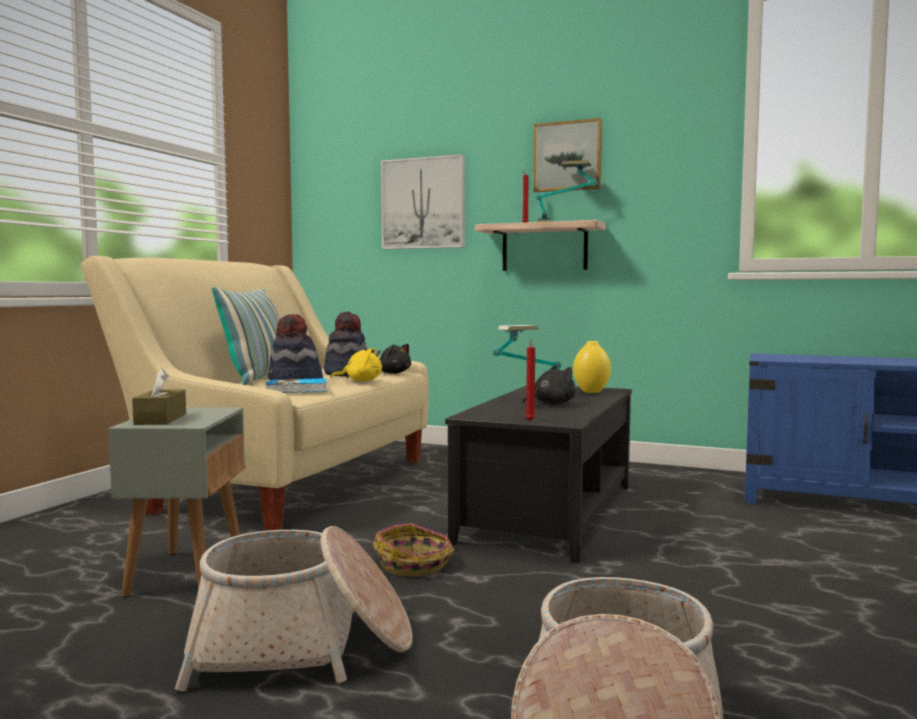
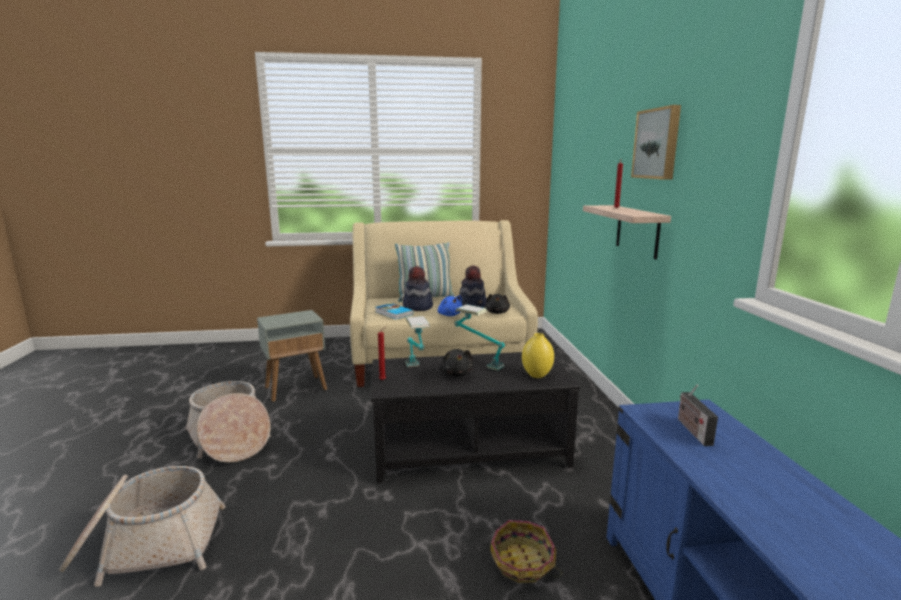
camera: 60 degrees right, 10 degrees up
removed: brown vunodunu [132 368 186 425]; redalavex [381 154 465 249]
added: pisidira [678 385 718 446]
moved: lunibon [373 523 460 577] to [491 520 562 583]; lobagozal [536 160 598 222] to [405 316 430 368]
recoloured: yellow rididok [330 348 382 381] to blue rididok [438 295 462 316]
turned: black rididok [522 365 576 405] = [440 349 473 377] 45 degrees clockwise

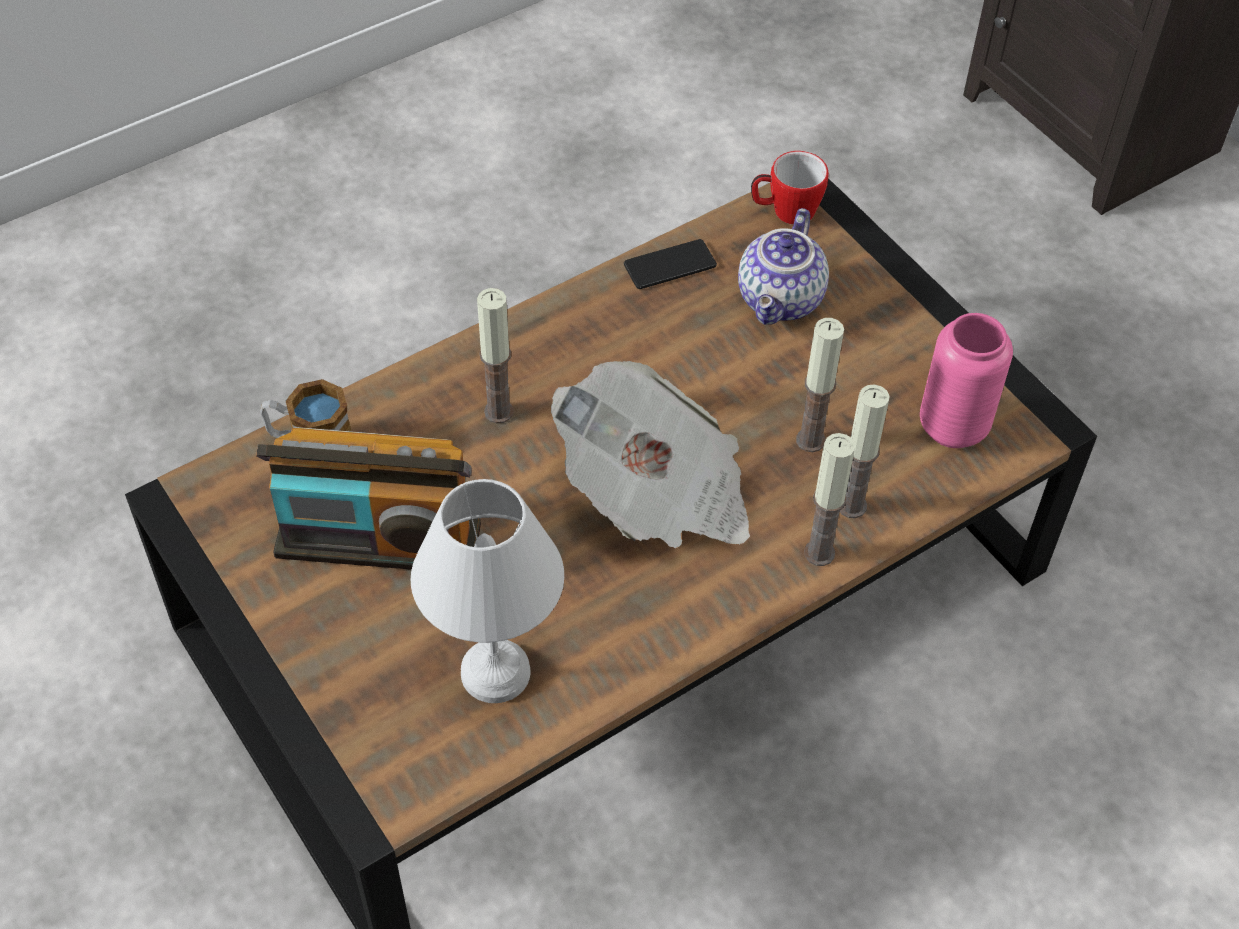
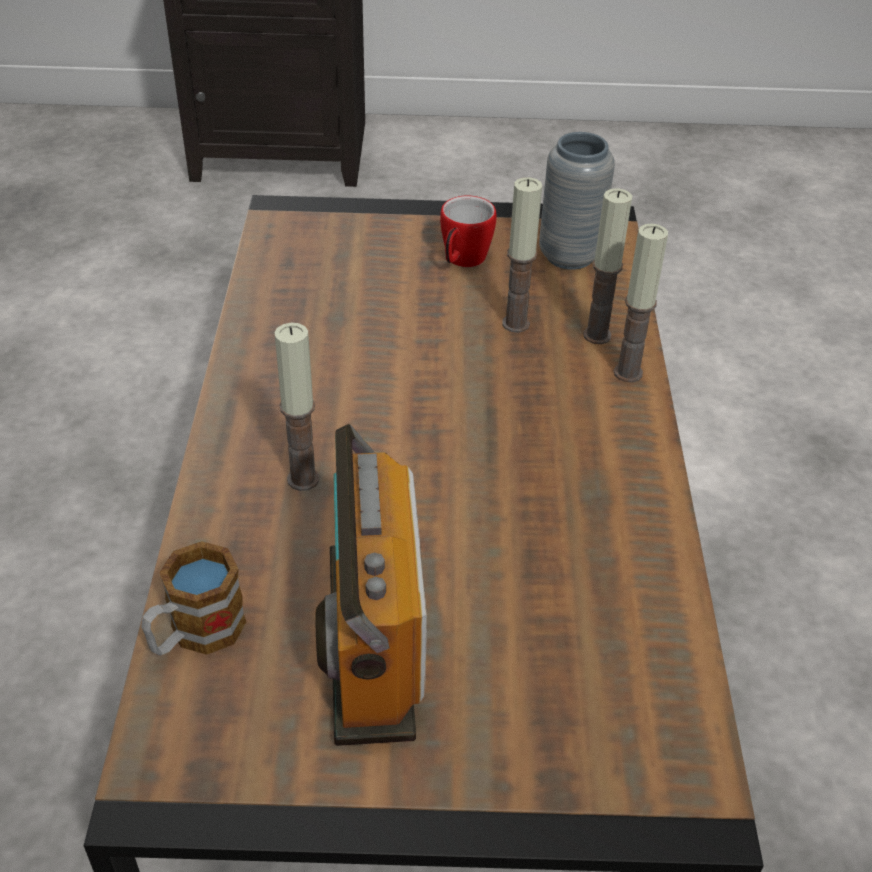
camera: 55 degrees left, 10 degrees down
removed: white lobagozal [411 479 564 703]; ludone [551 361 750 548]; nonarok [624 239 717 289]; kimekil [738 208 829 324]
moved: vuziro [751 151 829 225] to [440 196 497 267]
recoloured: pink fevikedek [920 313 1013 448] to grey fevikedek [539 132 615 270]
turned: pisidira [256 427 481 570] = [315 424 427 746] 135 degrees clockwise

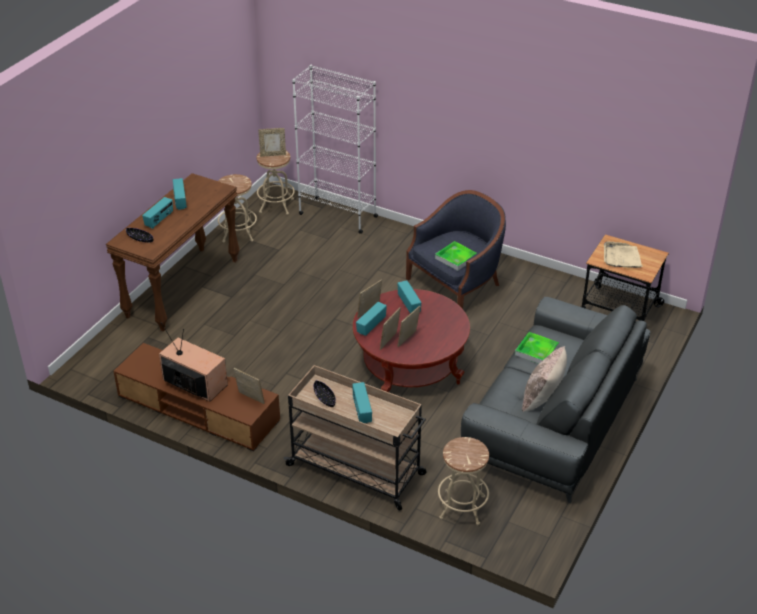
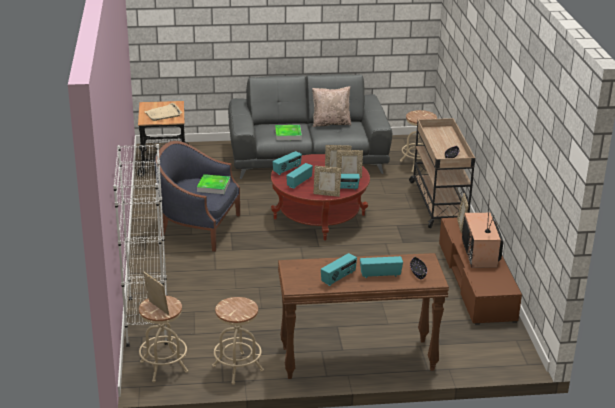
camera: 125 degrees left, 10 degrees down
moved: pisidira [352 382 372 423] to [272 151 302 175]

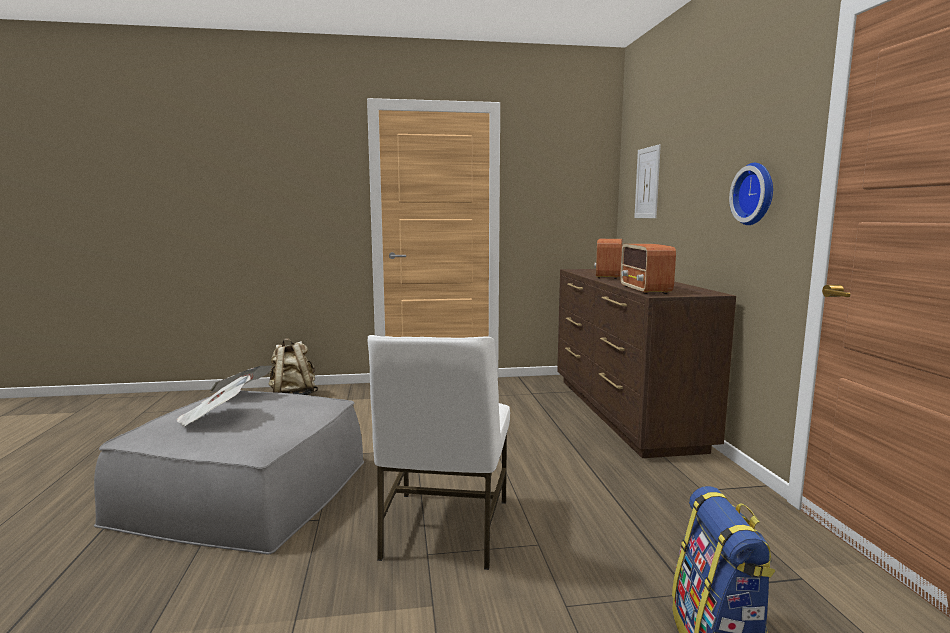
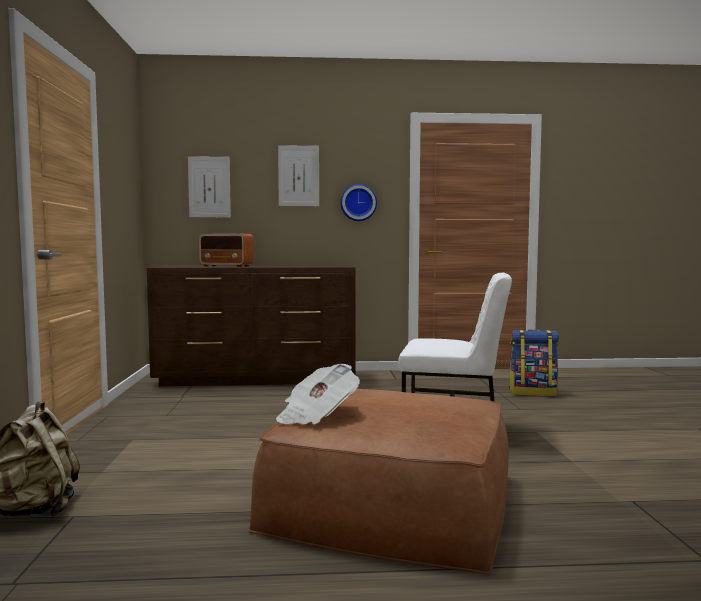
camera: 85 degrees left, 5 degrees down
removed: ludone [177 375 251 427]; pisidira [620 244 676 294]
added: redalavex [278 145 319 206]
recoloured: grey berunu [94 390 364 555] to brown berunu [248 389 509 575]

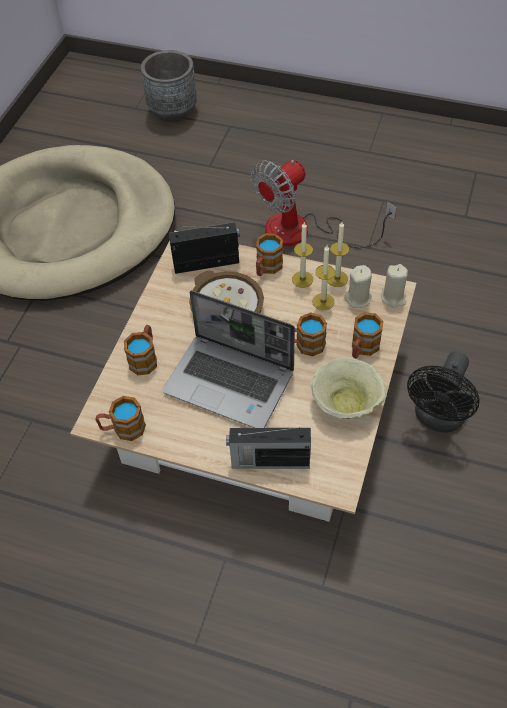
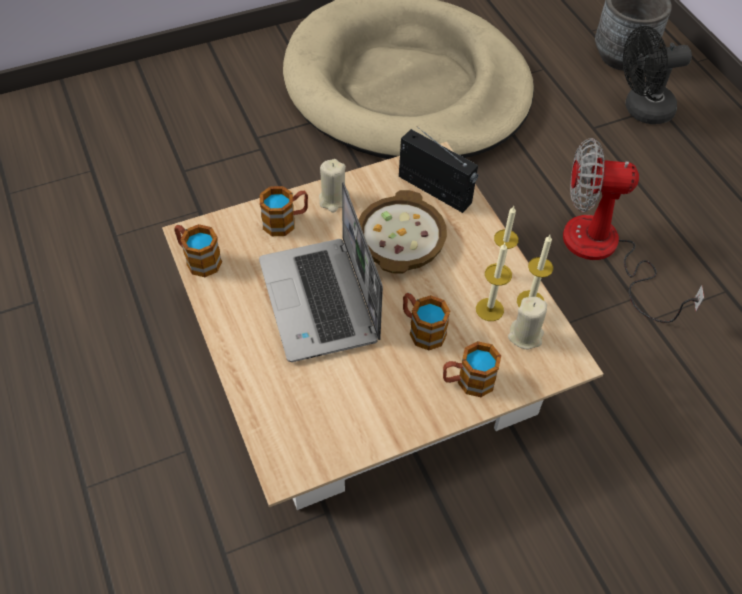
camera: 45 degrees right, 0 degrees up
removed: pisidira [226 427 311 469]; vuziro [256 233 283 276]; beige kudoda [311 358 387 419]
moved: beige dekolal [381 264 408 308] to [319 159 350 212]; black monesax [407 352 480 433] to [623 26 692 124]

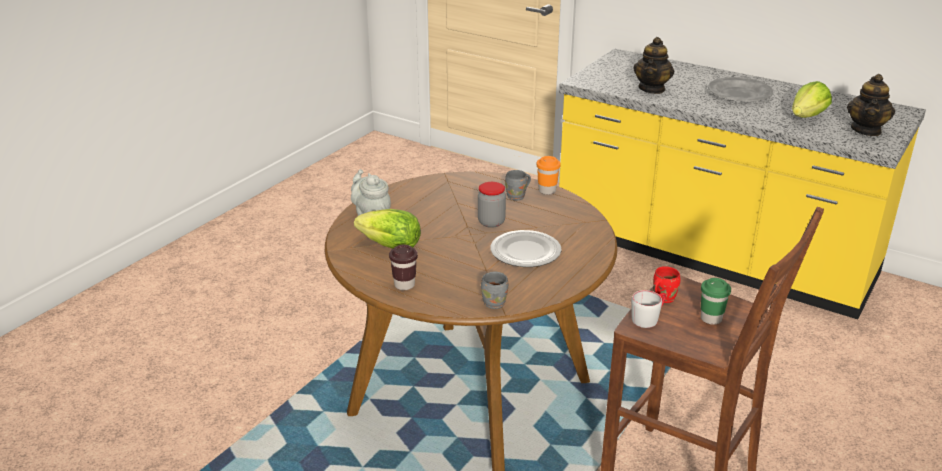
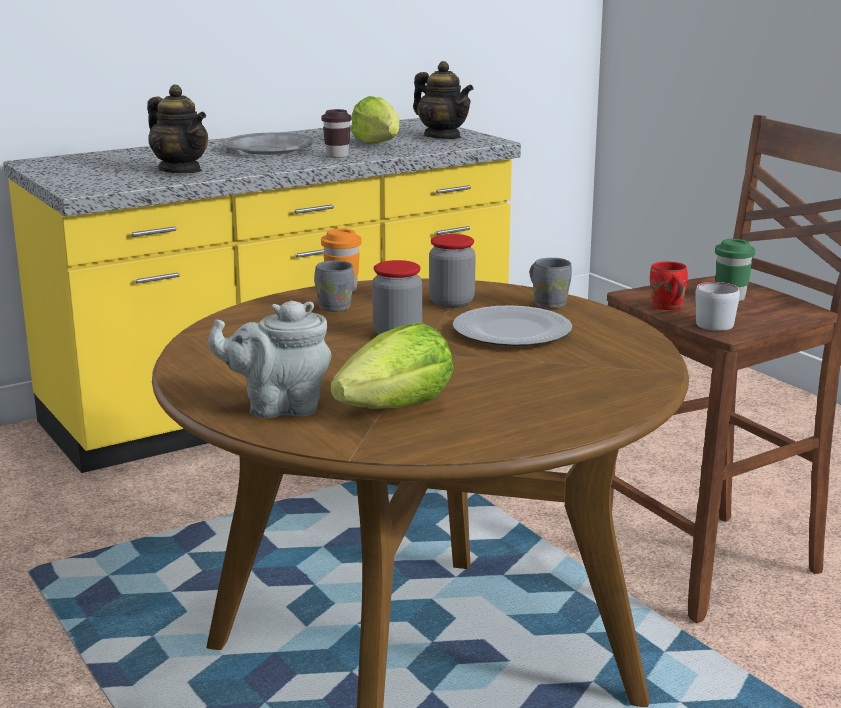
camera: 65 degrees left, 10 degrees down
added: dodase [429 234 476 308]
moved: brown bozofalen [389 245 418 290] to [321 109 352 158]; grey vuziro [481 272 508 309] to [529 258 572 309]

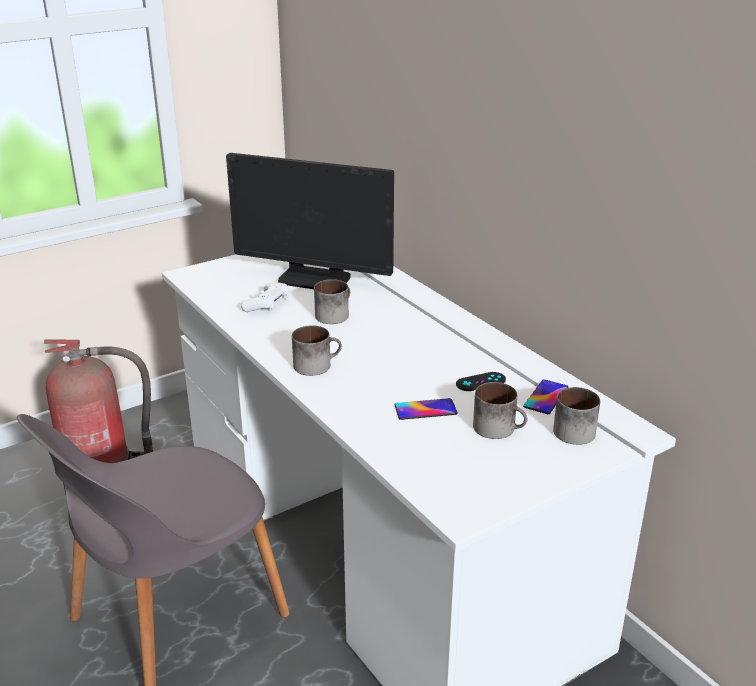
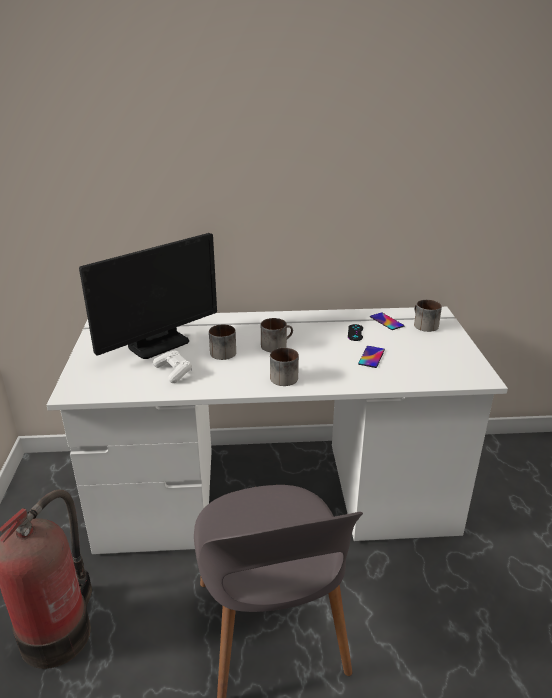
camera: 60 degrees left, 0 degrees up
moved: vuziro [473 382 527 439] to [261 318 293 352]

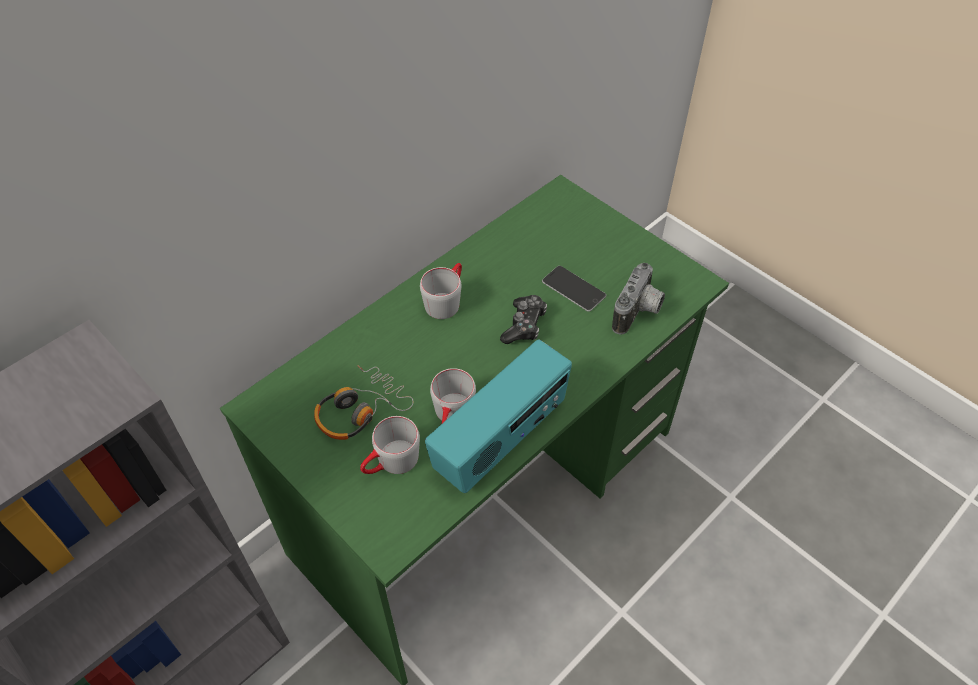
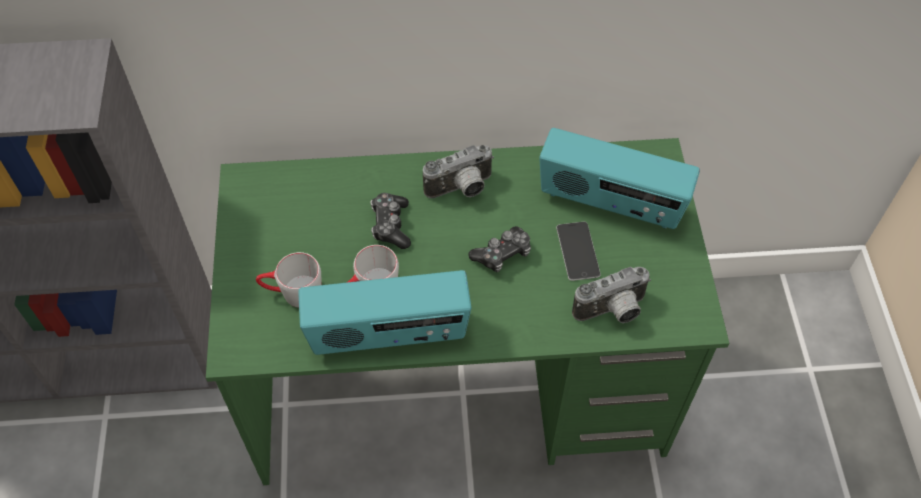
camera: 40 degrees right, 5 degrees up
removed: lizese [314 365 414 440]
added: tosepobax [370 193 411 249]; pisidira [539 128 700 229]
replaced: grey vuziro [420 263 462 319] to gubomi [423 145 494 198]

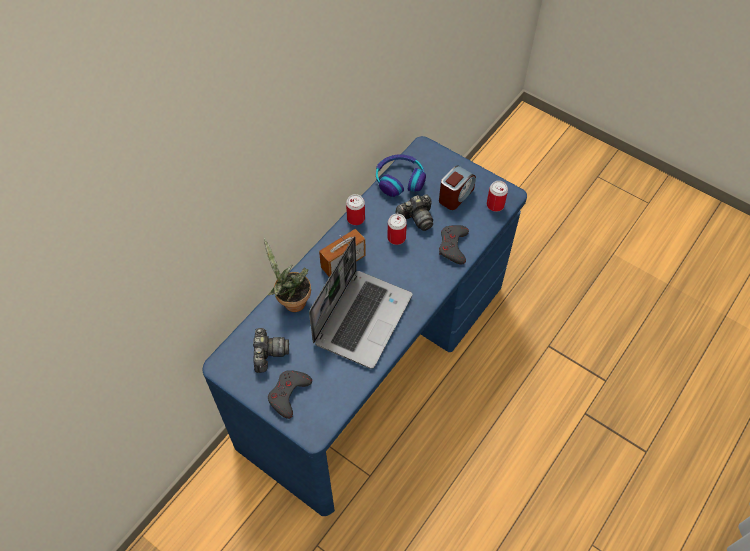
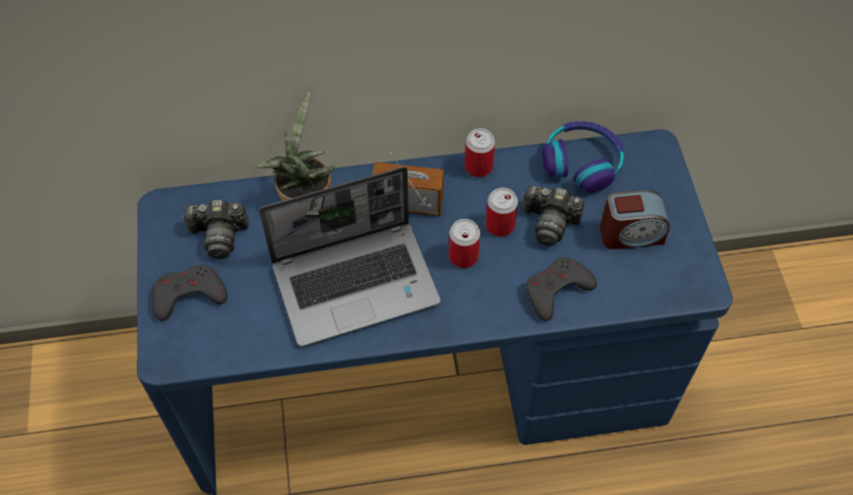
camera: 45 degrees right, 0 degrees up
moved: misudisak [487 181 508 212] to [448 219 480 268]
turned: gubomi [253 328 289 373] = [182 200 249 259] 45 degrees clockwise

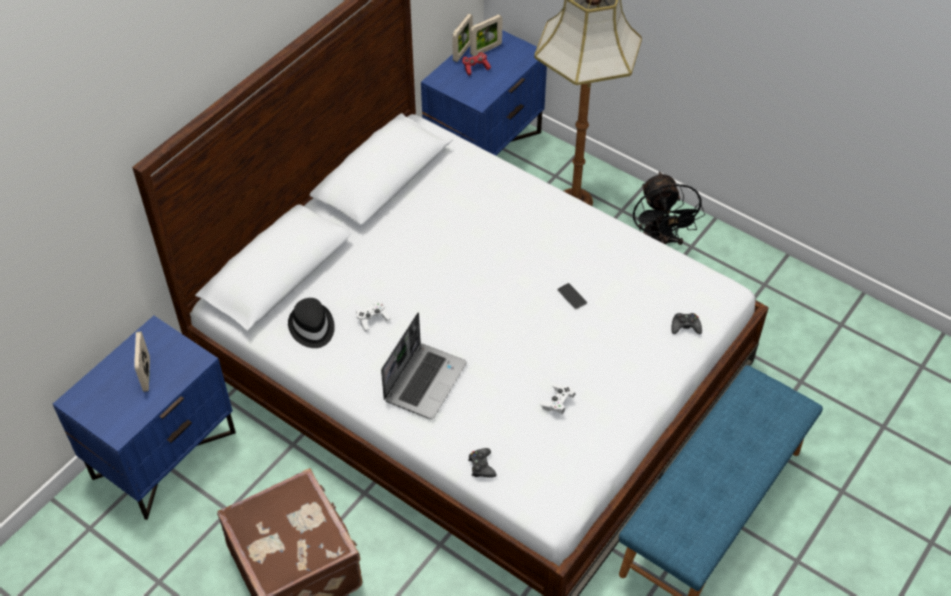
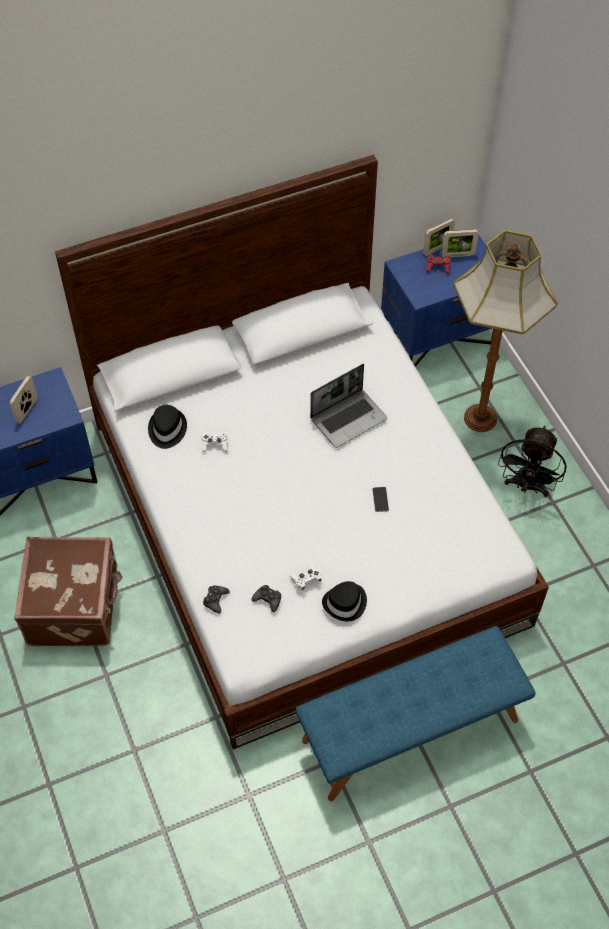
camera: 30 degrees right, 5 degrees up
added: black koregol [322 581 367 621]
moved: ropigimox [381 313 467 419] to [310 364 387 448]; black tosepobax [671 313 702 334] to [251 585 281 612]

